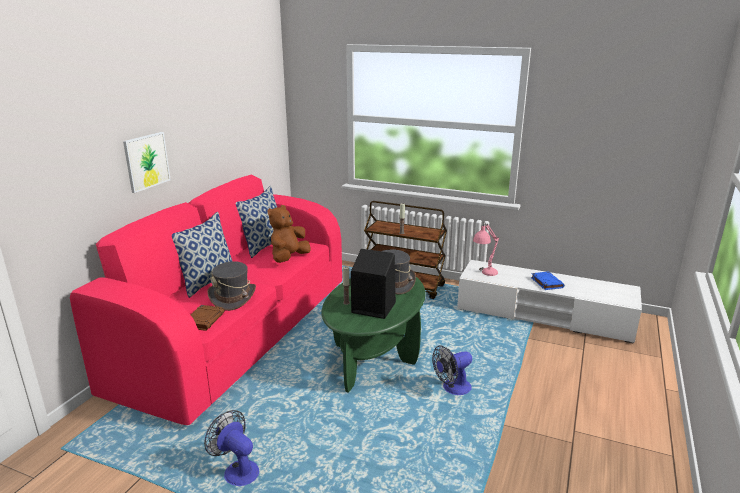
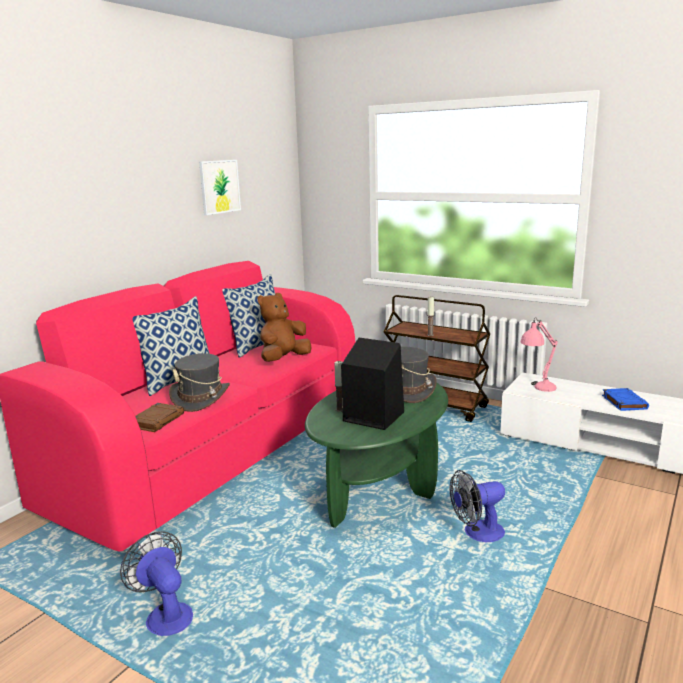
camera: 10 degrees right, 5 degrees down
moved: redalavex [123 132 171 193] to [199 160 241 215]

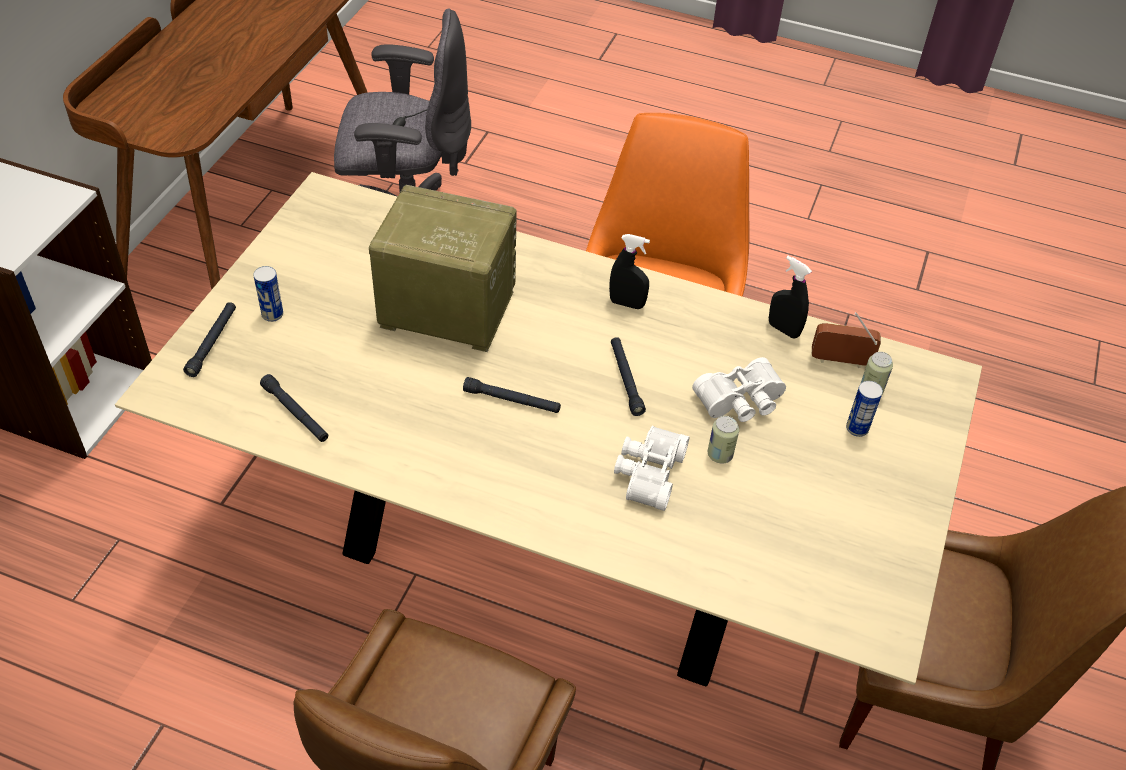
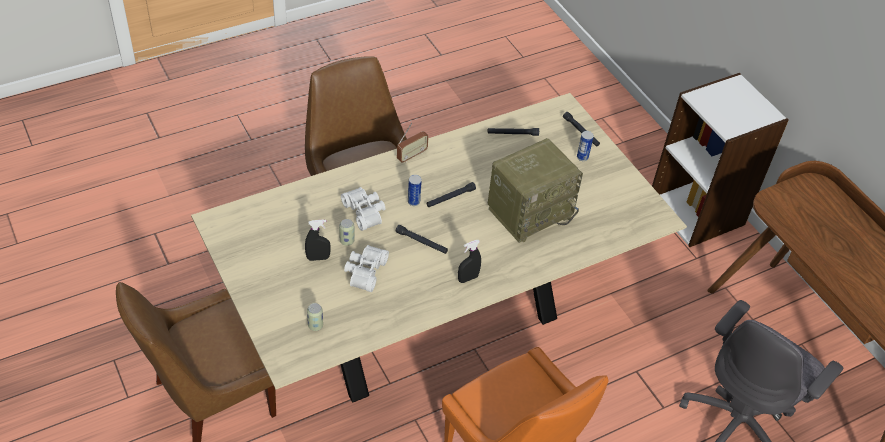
camera: 130 degrees right, 0 degrees up
moved: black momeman [769 256 812 338] to [305 220 331 261]; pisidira [812 312 881 368] to [397 123 429 163]; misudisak [846 381 883 437] to [408 175 422 206]

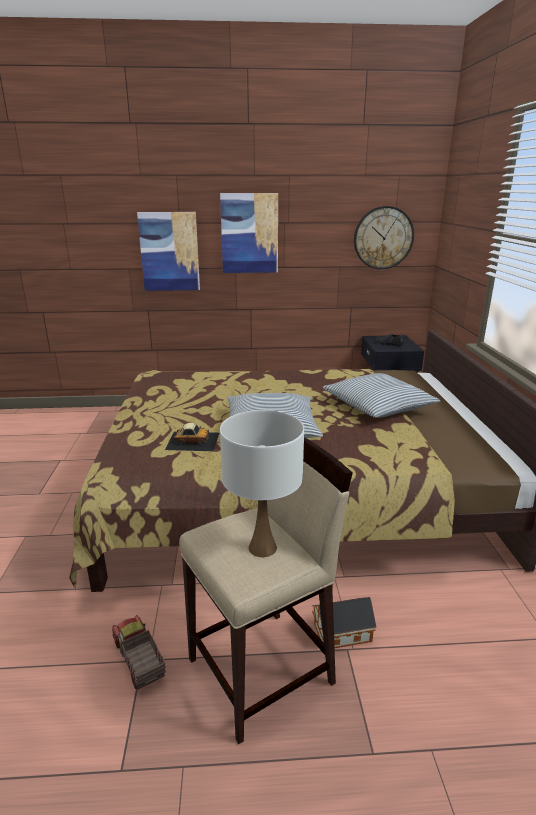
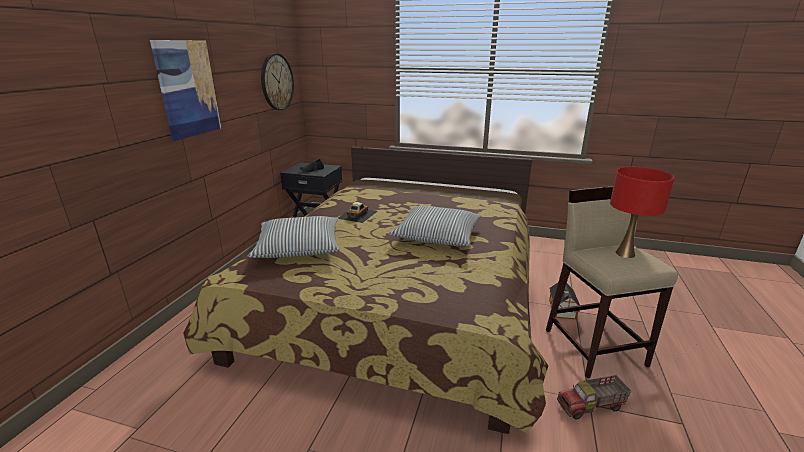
camera: 70 degrees left, 0 degrees up
removed: redalavex [137 212 200 291]
moved: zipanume [165 423 219 451] to [338 202 378 223]; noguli [322 373 441 418] to [248 216 340 258]
recoloured: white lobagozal [220 410 304 557] to red lobagozal [610 167 674 258]

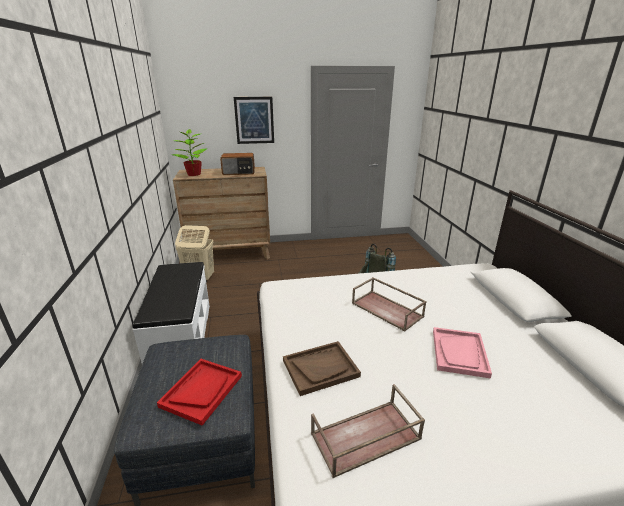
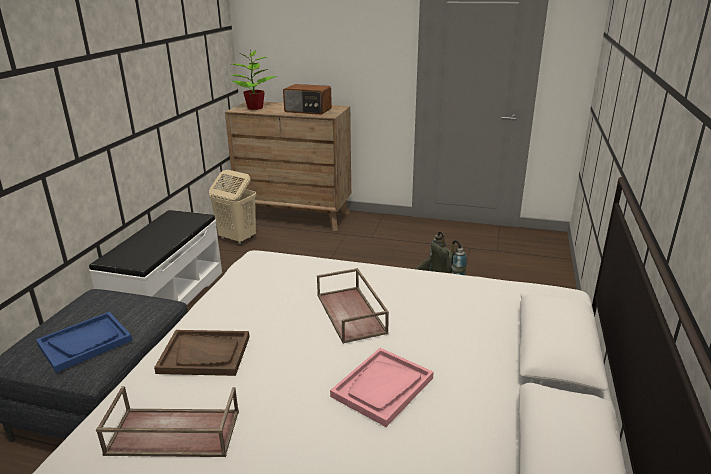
camera: 25 degrees right, 0 degrees up
removed: redalavex [234 97 274 144]
recoloured: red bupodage [157 359 242 426] to blue bupodage [36 312 132 373]

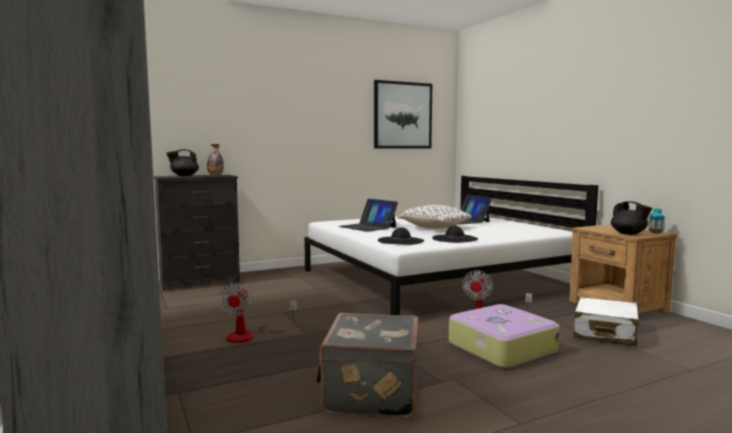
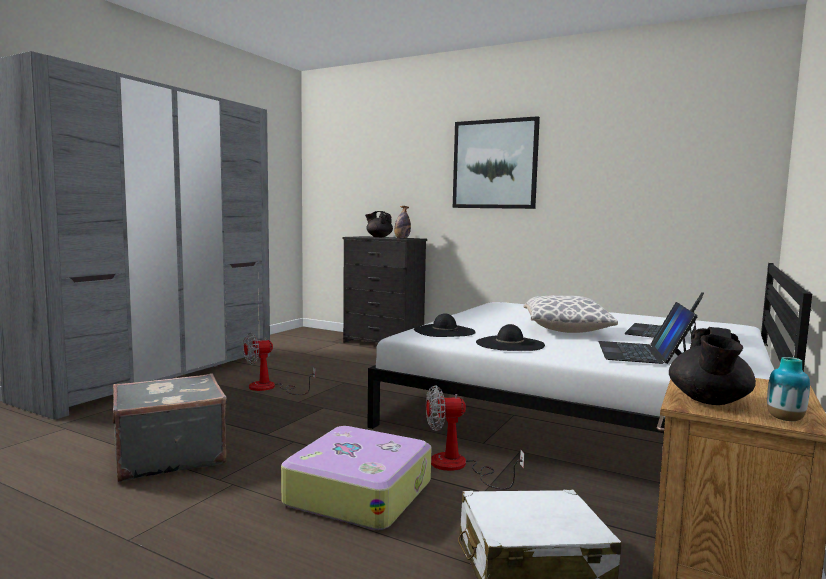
camera: 55 degrees right, 0 degrees up
moved: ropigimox [339 199 398 232] to [598 302 698 364]; redalavex [374 80 432 149] to [453 116 540 209]

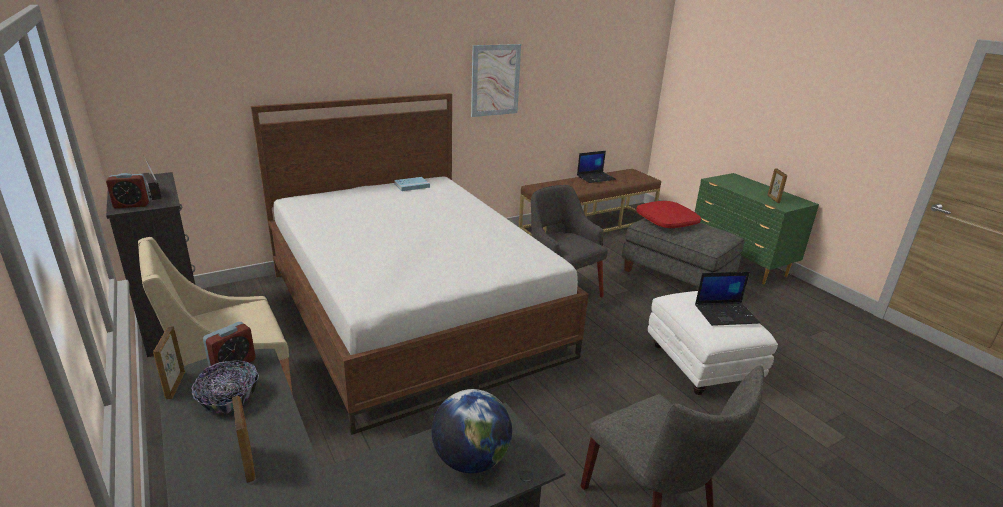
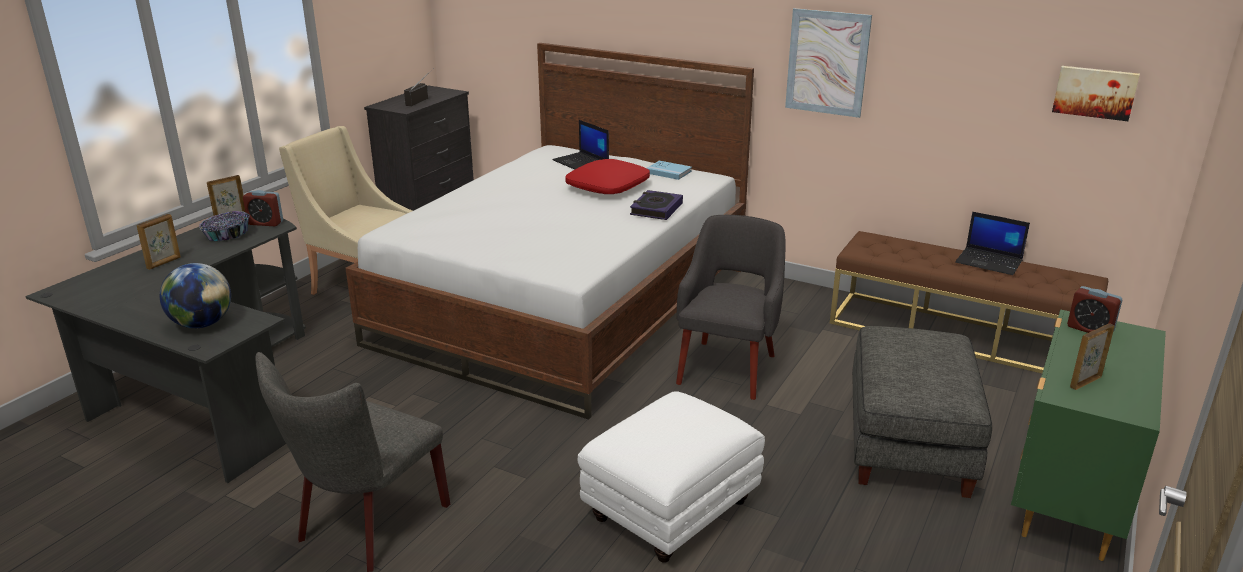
camera: 60 degrees right, 0 degrees up
added: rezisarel [630 190 683 220]; redalavex [1052 66 1140 121]
moved: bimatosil [106 173 150 208] to [1067 286 1122 333]; red noguli [636 201 701 228] to [565 159 650 194]; ropigimox [695 272 760 326] to [552 120 609 170]

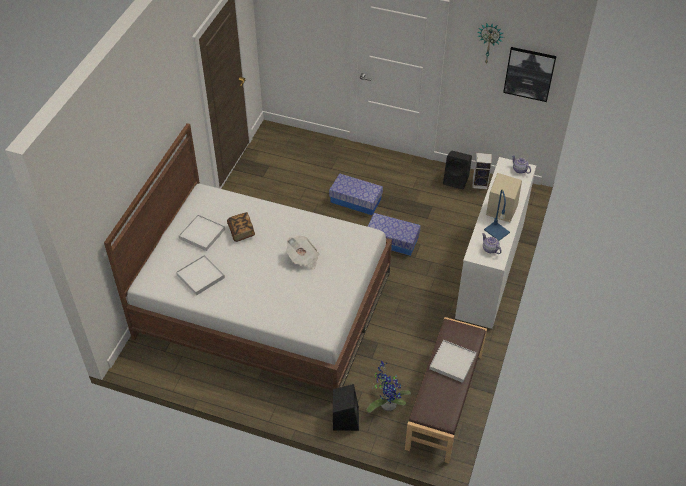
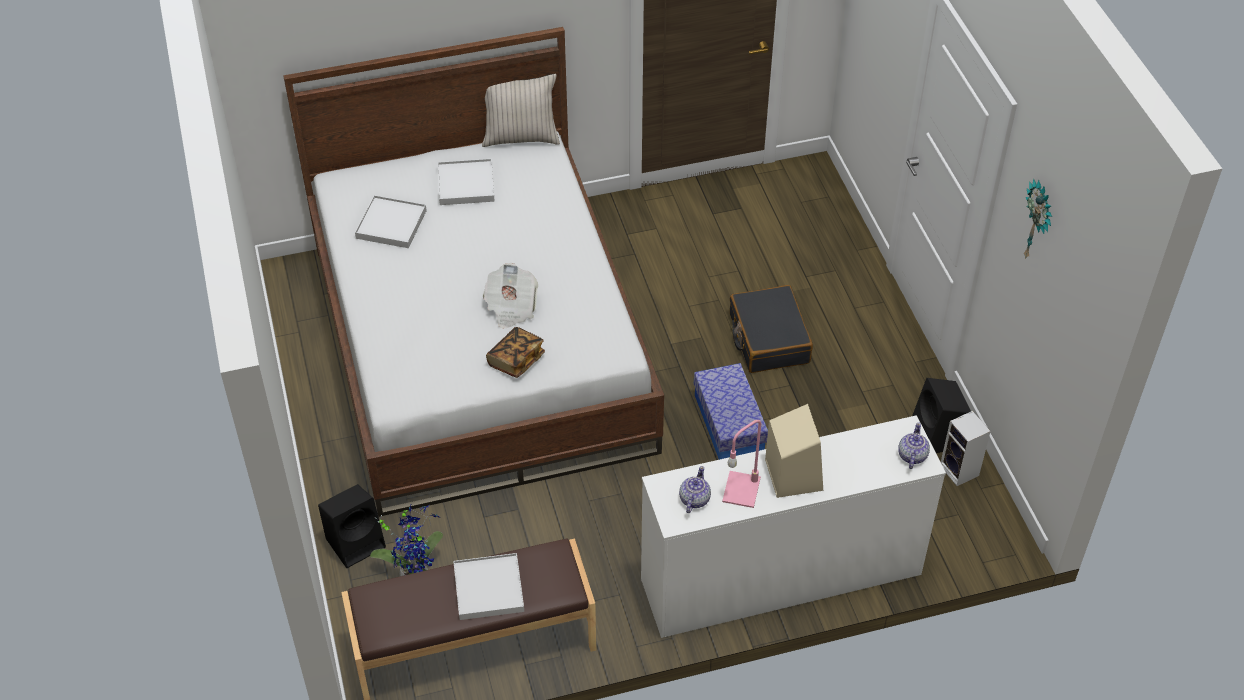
camera: 55 degrees right, 0 degrees up
removed: redalavex [503 47 557 102]
added: beige noguli [482 74 560 147]
moved: rezisarel [227 212 255 242] to [486 327 545 378]
replaced: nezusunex [329 173 383 215] to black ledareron [730 285 813 373]
recoloured: blue lobagozal [484 189 510 241] to pink lobagozal [722 420 761 508]

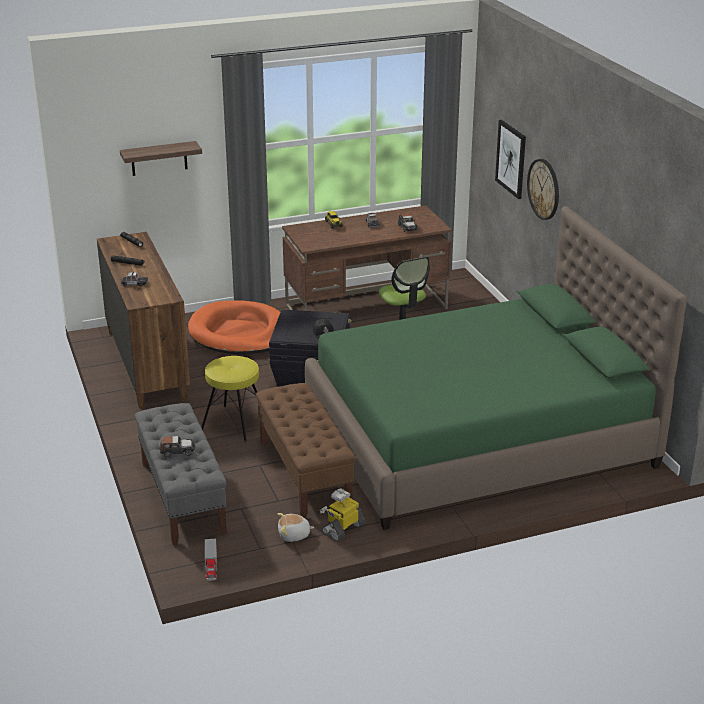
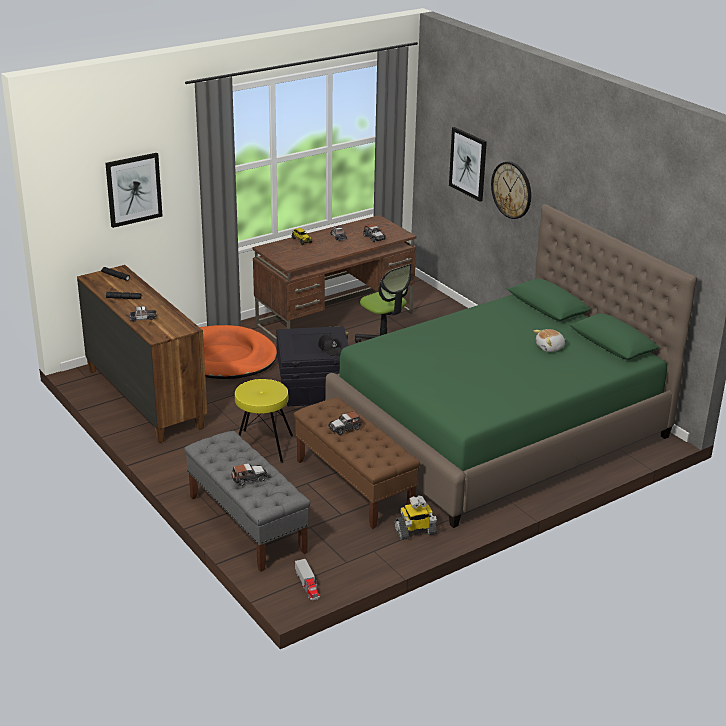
camera: 15 degrees left, 0 degrees up
added: zipanume [328 411 362 435]
moved: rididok [277 513 314 542] to [534 329 566 352]
replaced: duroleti [120 141 202 176] to redalavex [105 153 163 228]
turned: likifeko [320 488 365 541] = [395 495 437 540] 135 degrees counterclockwise

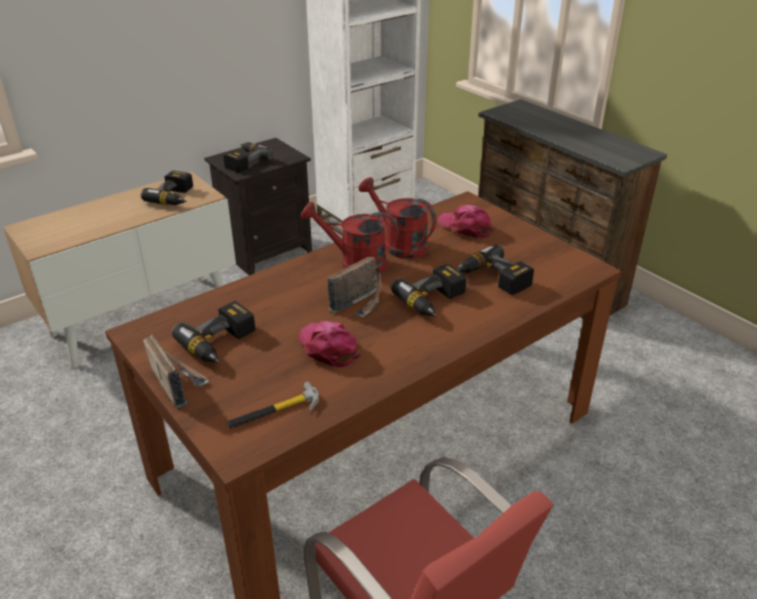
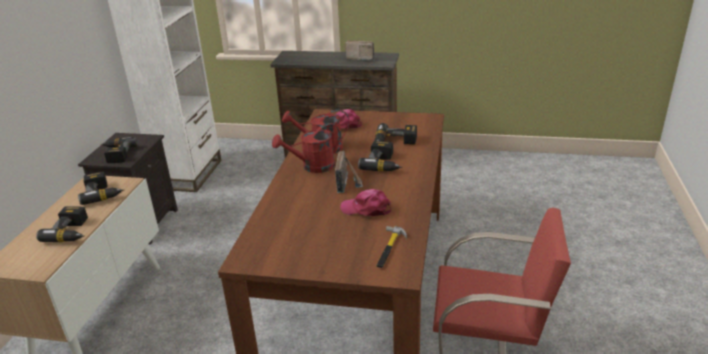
camera: 40 degrees left, 5 degrees down
moved: pisidira [143 335 210 408] to [345 40 375 60]; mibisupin [172 301 255 363] to [36 206 88 242]

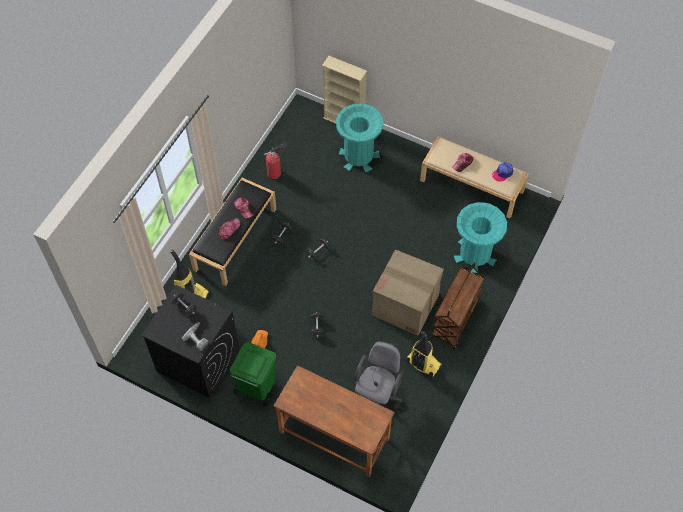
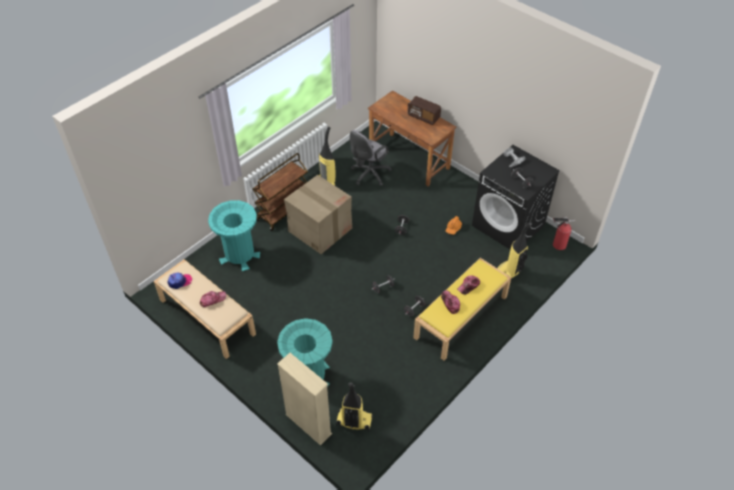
camera: 165 degrees left, 10 degrees down
removed: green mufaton [230 342 276 407]
added: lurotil [336 382 373 432]; pisidira [407 96 441 125]
moved: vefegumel [264 144 286 179] to [553 216 575 250]
recoloured: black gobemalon [189 178 276 286] to yellow gobemalon [413 258 511 361]

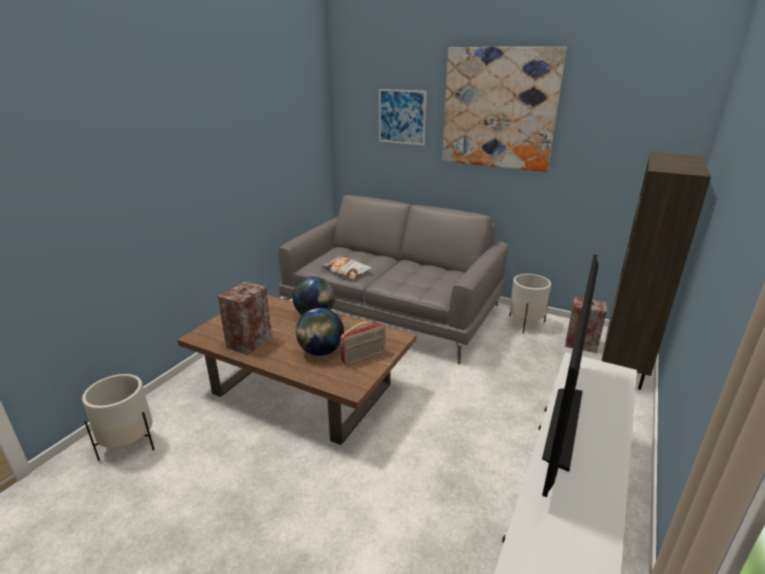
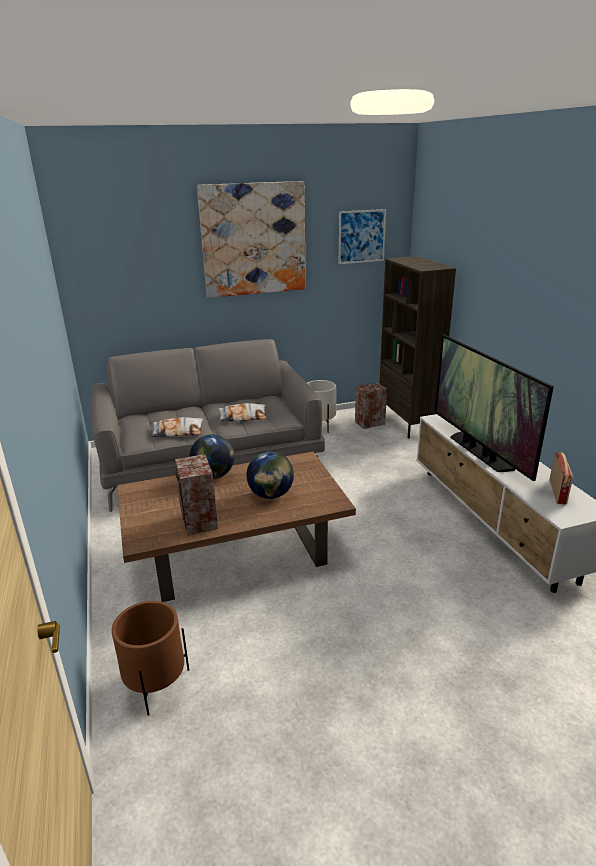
camera: 45 degrees left, 0 degrees up
added: noguli [218 403 267 422]
moved: pisidira [340 321 386 366] to [550 452 573 504]; redalavex [379 89 427 145] to [339 209 386 264]
recoloured: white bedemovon [82 374 155 461] to brown bedemovon [112 601 189 716]

